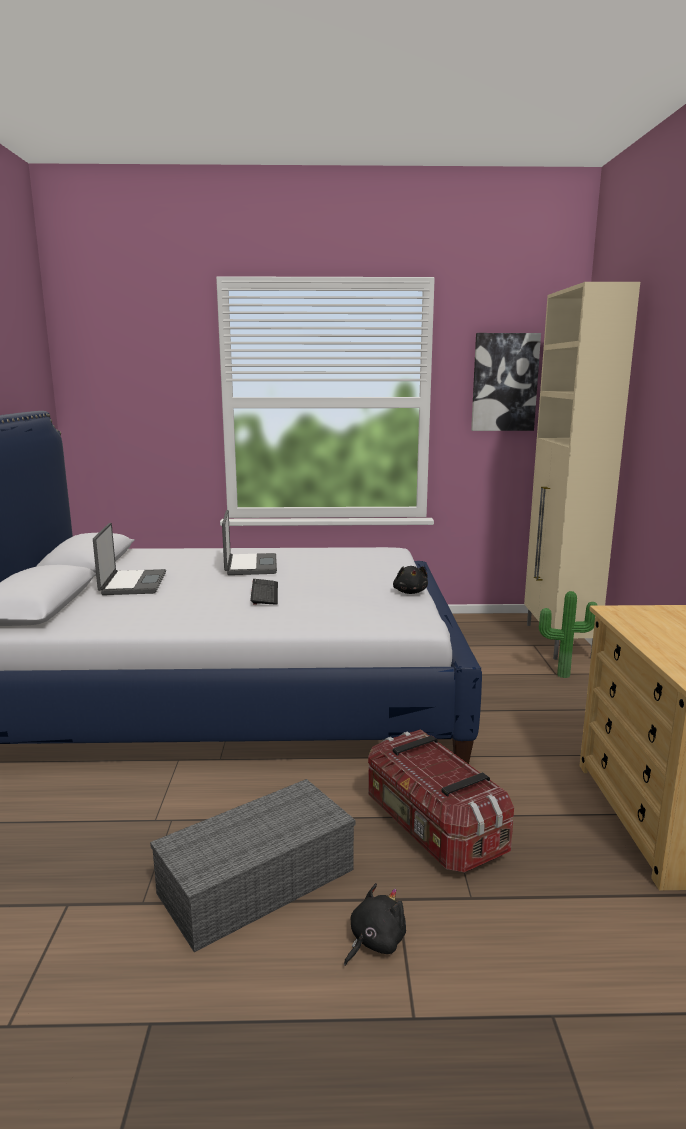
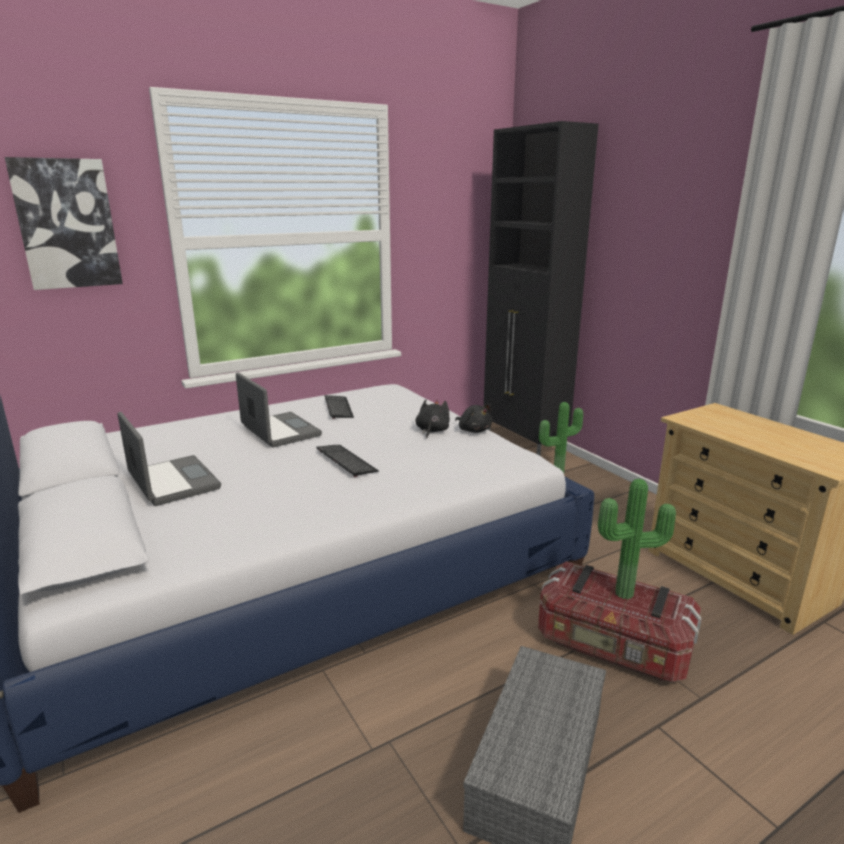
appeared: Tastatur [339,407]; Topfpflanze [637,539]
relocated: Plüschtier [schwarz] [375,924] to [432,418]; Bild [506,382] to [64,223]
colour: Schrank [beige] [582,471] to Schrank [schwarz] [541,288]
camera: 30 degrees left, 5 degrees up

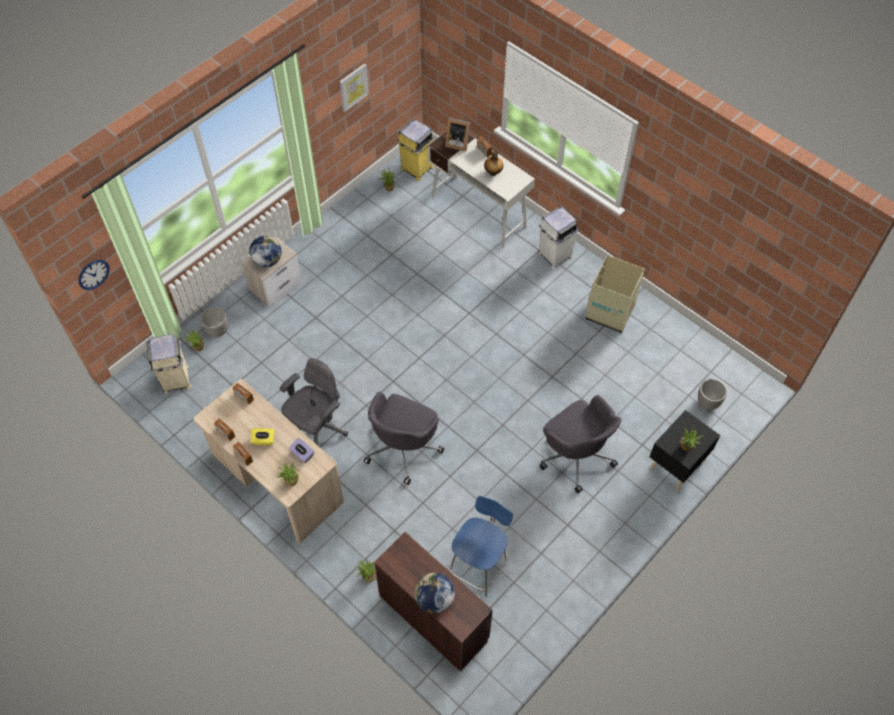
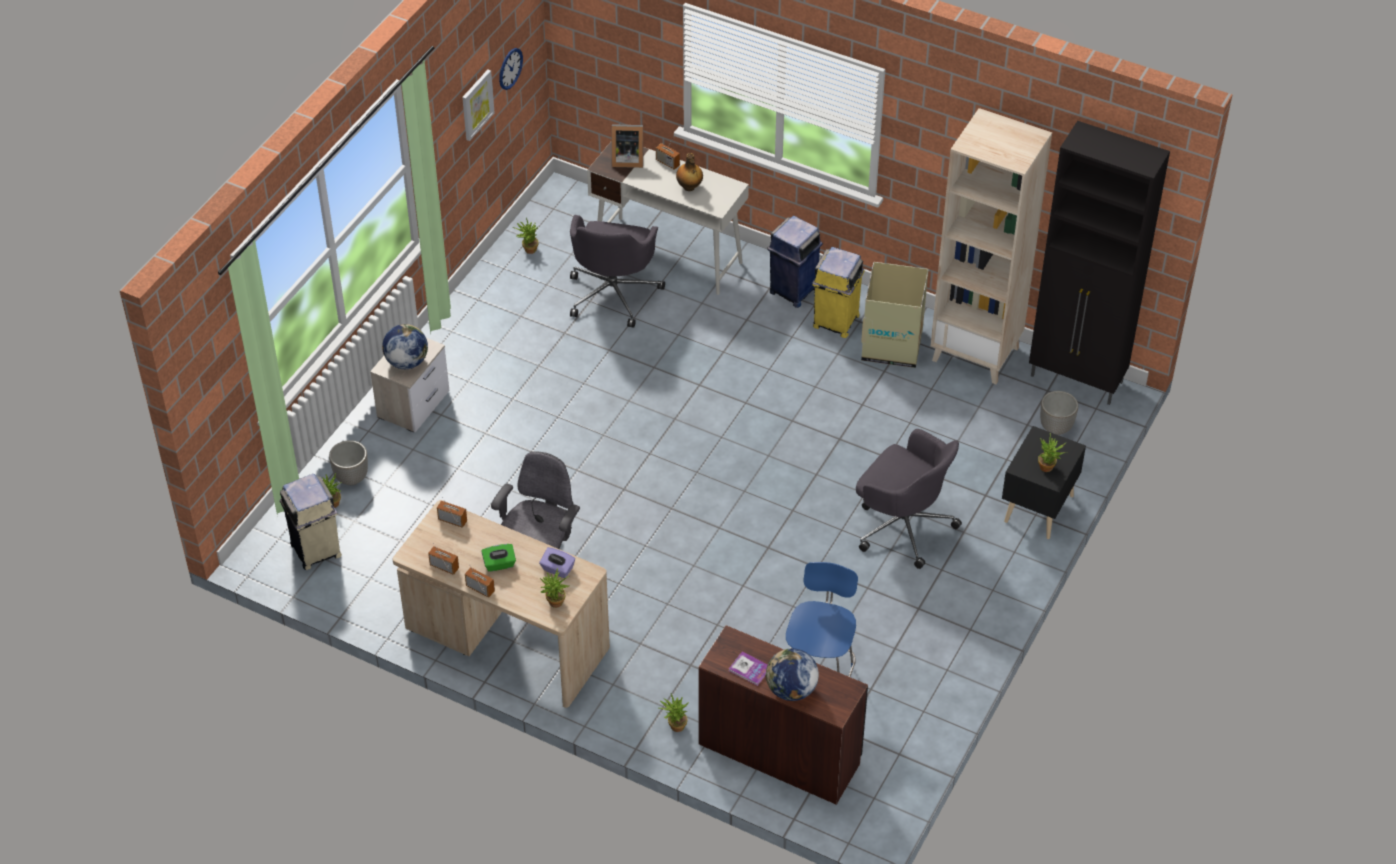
appeared: Buch [748,668]; Bücherregal [beige] [991,246]; Schrank [schwarz] [1099,263]
relocated: Wanduhr [94,275] to [511,69]; Bürostuhl [grau] [404,438] to [617,271]; Mülleimer [gelb] [415,150] to [838,292]
colour: Taschentuchbox [gelb] [263,436] to Taschentuchbox [grün] [498,558]; Mülleimer [weiß] [558,238] to Mülleimer [blau] [795,262]
camera: 15 degrees left, 10 degrees down

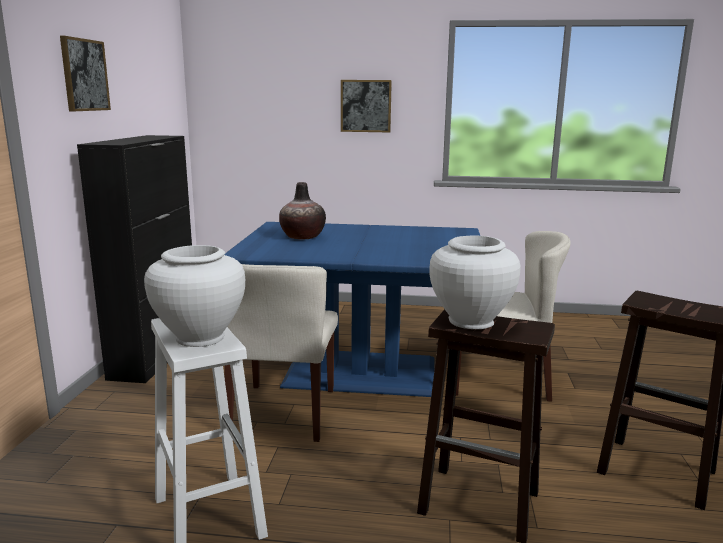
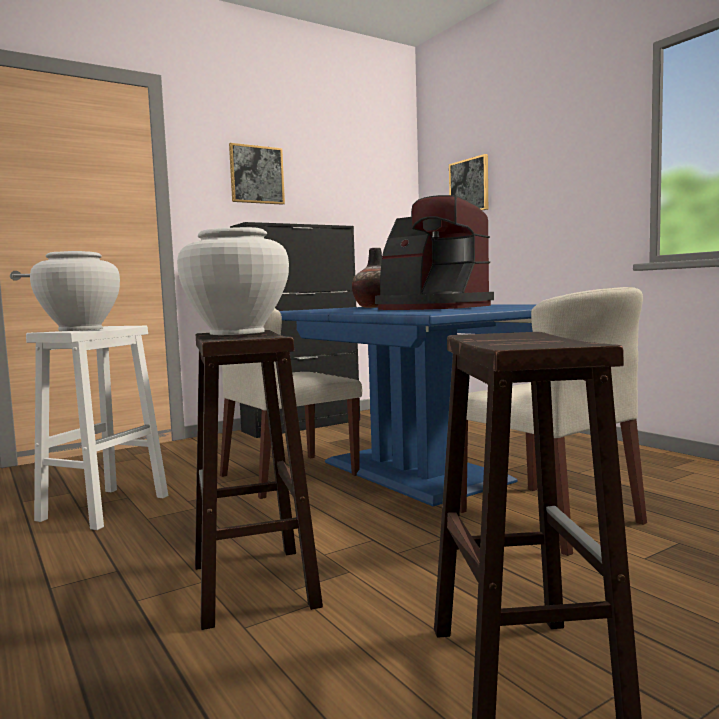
appeared: Kaffeemaschine [434,252]
relocated: Bild [366,106] to [468,182]
camera: 50 degrees right, 10 degrees down

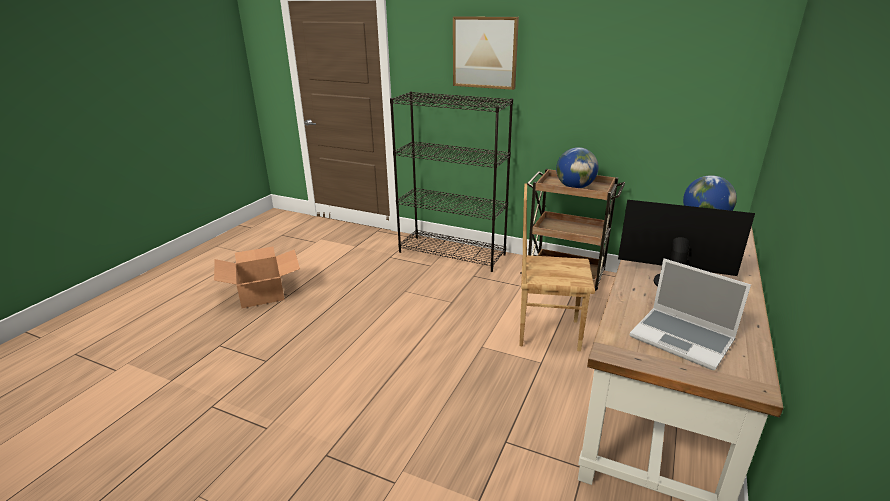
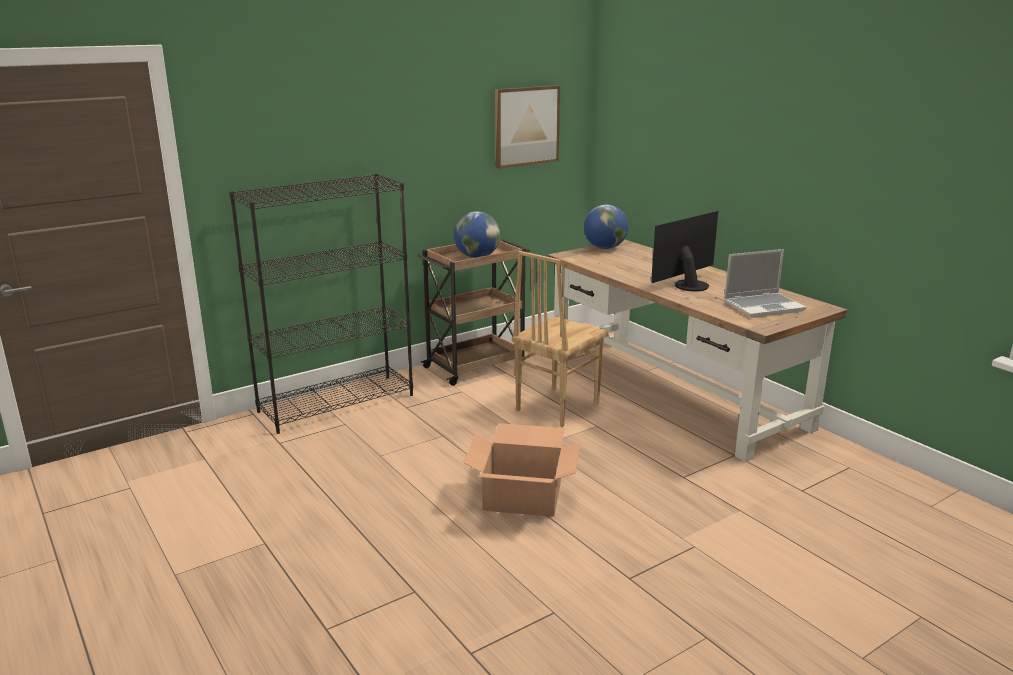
relocated: Karton [257,277] to [522,470]; Bild [486,53] to [527,127]
camera: 60 degrees left, 5 degrees down

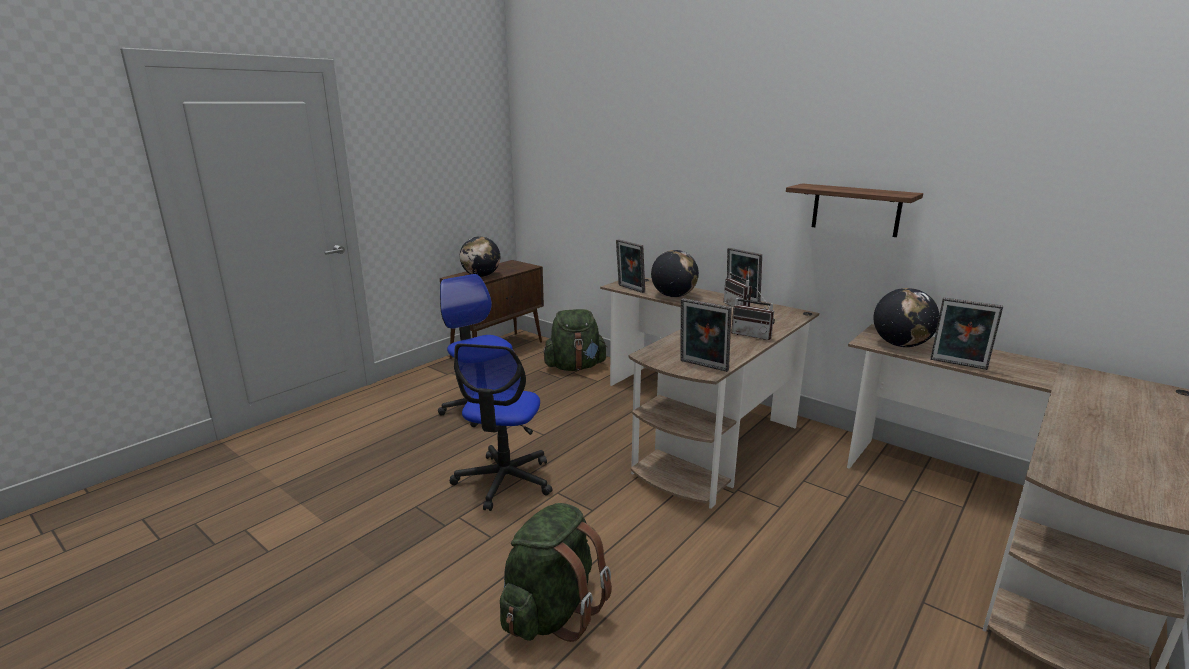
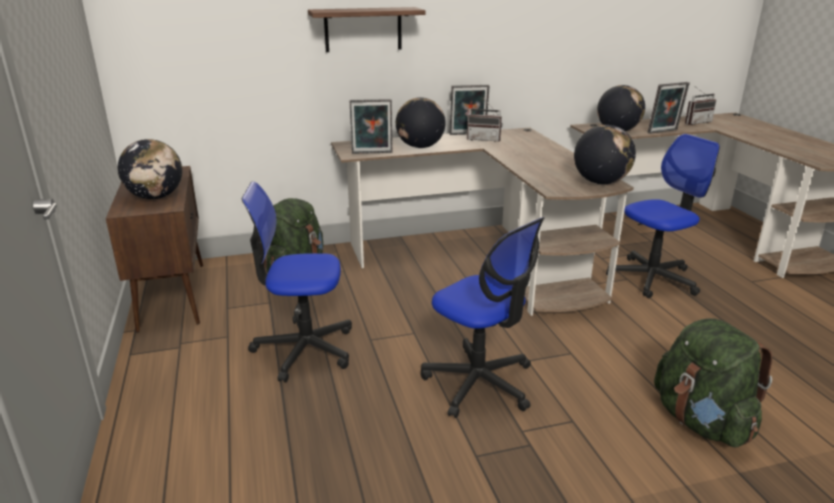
appeared: Bürostuhl [663,216]
relocated: Radio [753,313] to [700,105]; Wandregal [854,210] to [367,29]
exchanged: Bilderrahmen [706,335] to Globus [605,154]
camera: 55 degrees left, 5 degrees up

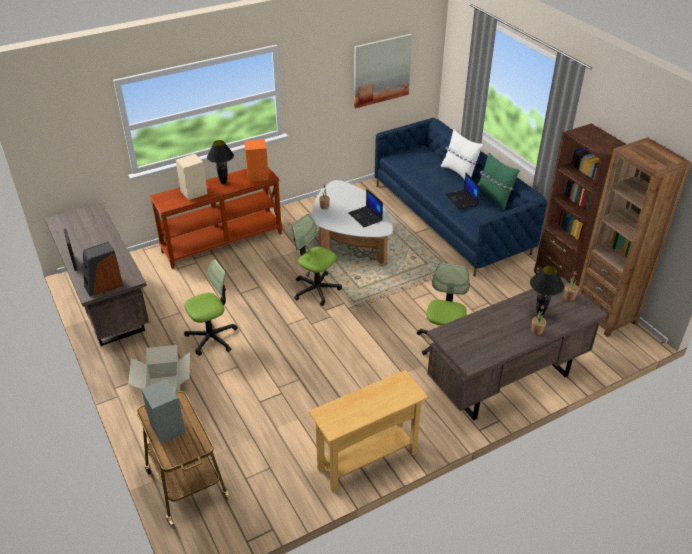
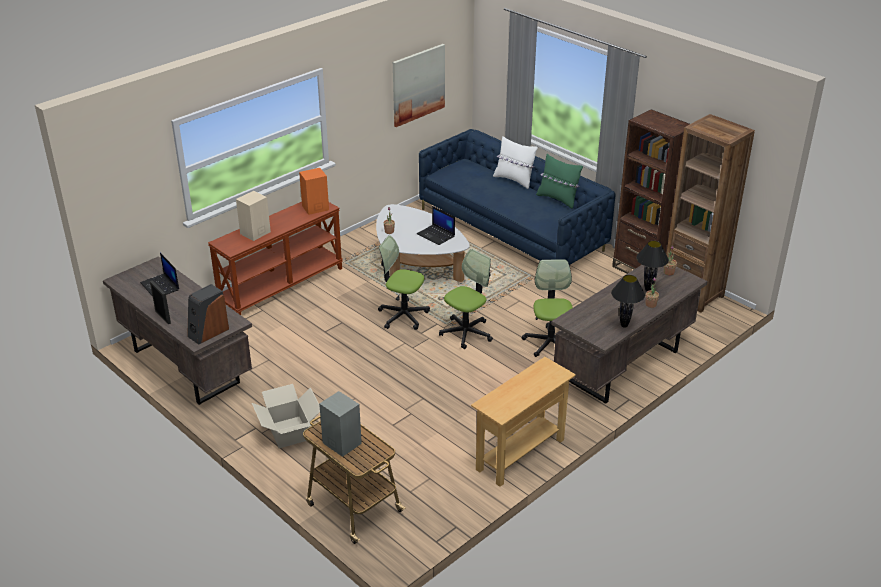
relocated: Bürostuhl [211,307] to [466,299]; Tischlampe [schwarz] [220,162] to [628,301]; Laptop [462,191] to [159,275]
camera: 15 degrees left, 5 degrees down

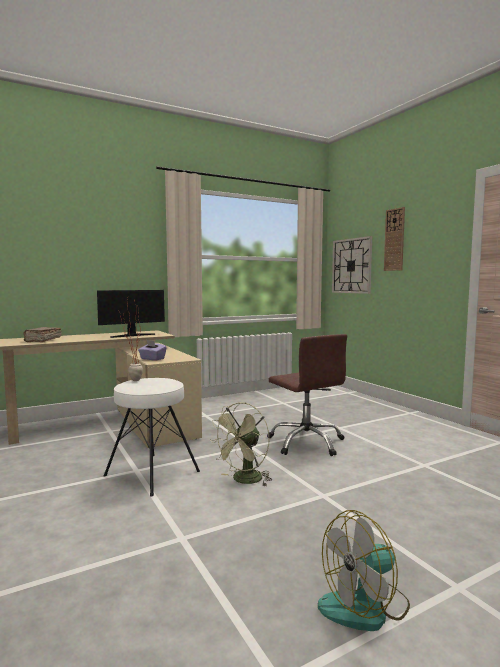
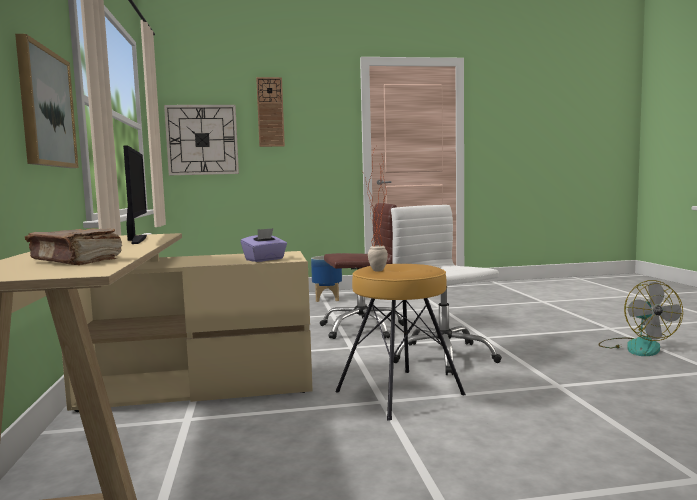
appeared: Bild [47,101]; Pflanzkübel [326,279]
exchanged: Ventilator [grün] [240,444] to Bürostuhl [weiß] [446,290]
colour: Hocker [weiß] [152,437] to Hocker [braun] [401,342]
camera: 70 degrees left, 0 degrees up

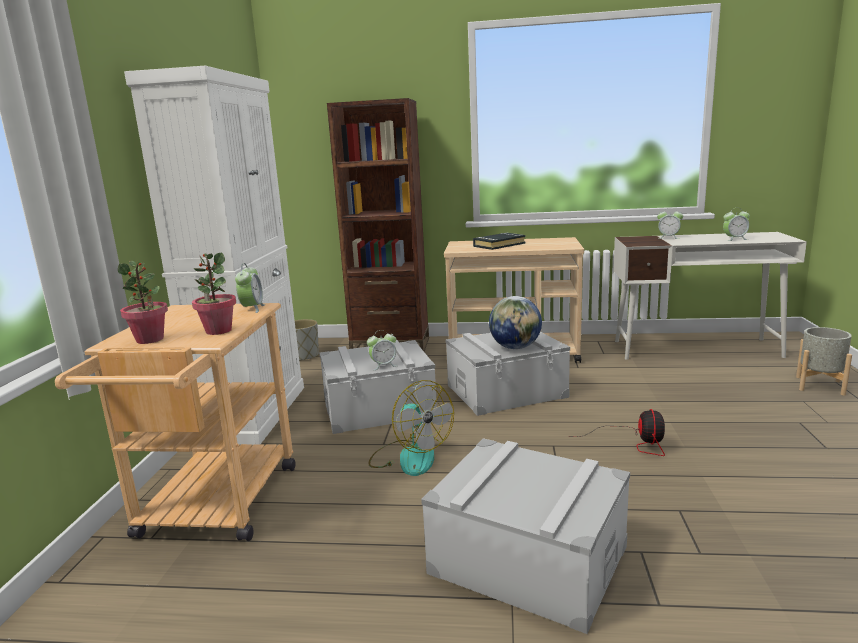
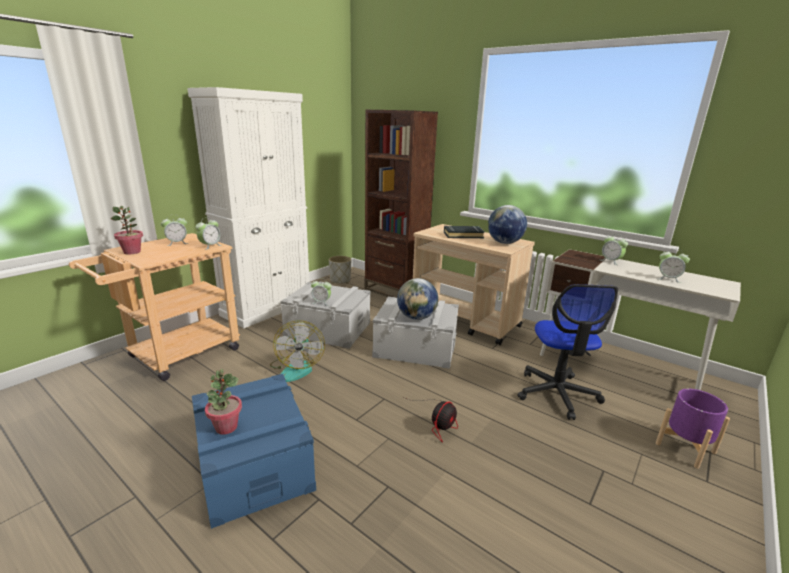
appeared: Wecker [175,230]; Globus [507,224]; Bürostuhl [568,352]
relocated: Topfpflanze [214,294] to [223,402]
colour: Aufbewahrungsbox [grau] [525,536] to Aufbewahrungsbox [blau] [254,451]; Pflanzkübel [grau] [824,361] to Pflanzkübel [lila] [693,429]
camera: 30 degrees right, 5 degrees up

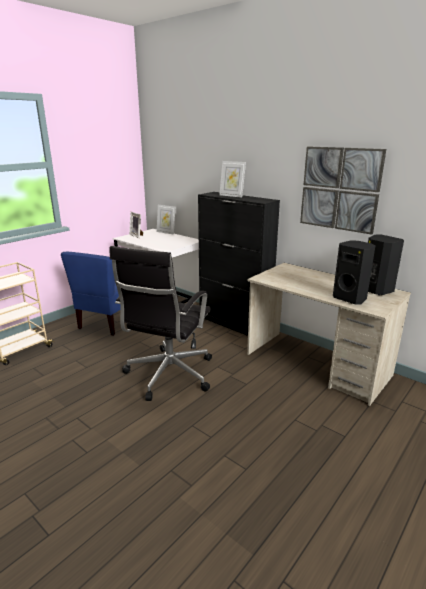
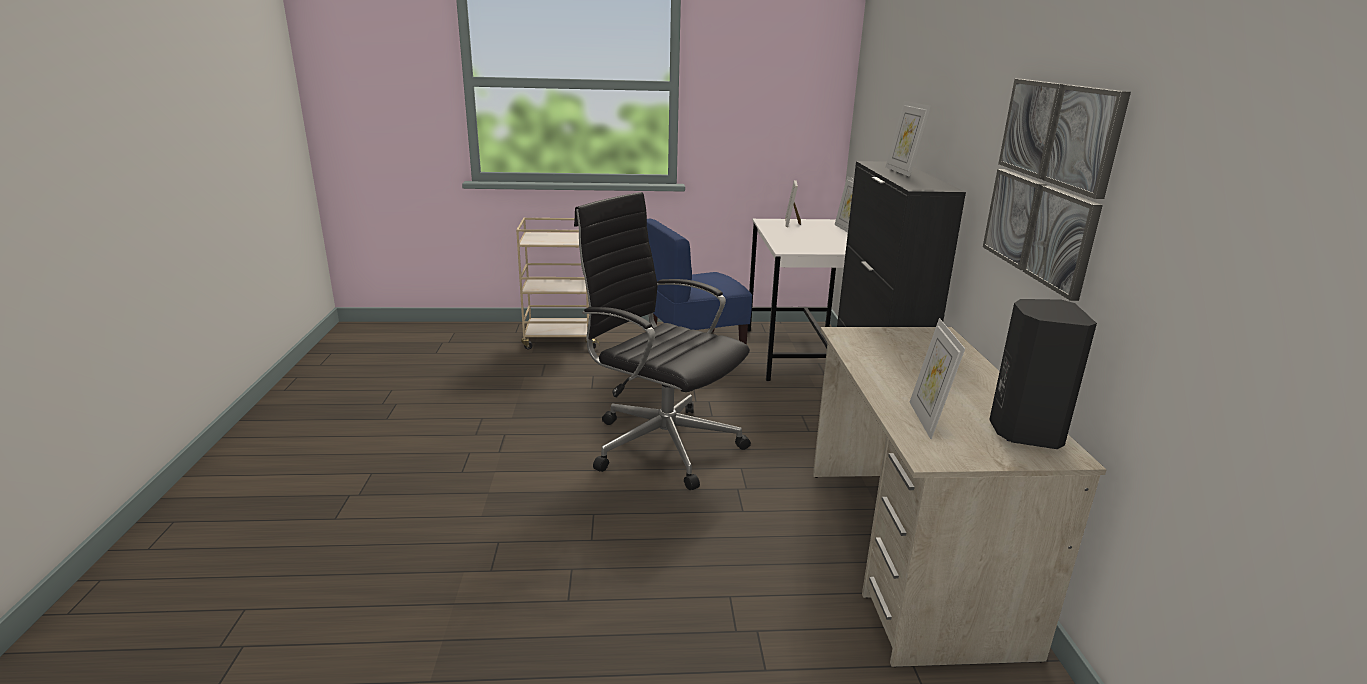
exchanged: Lautsprecher [schwarz] [354,272] to Bilderrahmen [937,378]
spun: Bürostuhl [schwarz] [160,323] = [662,341] 60 degrees clockwise
camera: 45 degrees right, 0 degrees up

